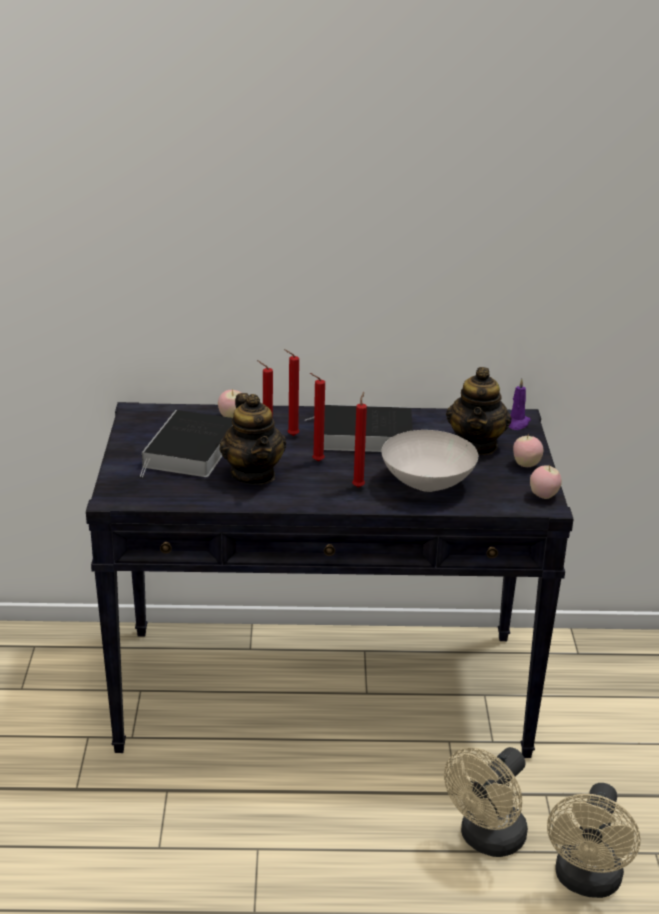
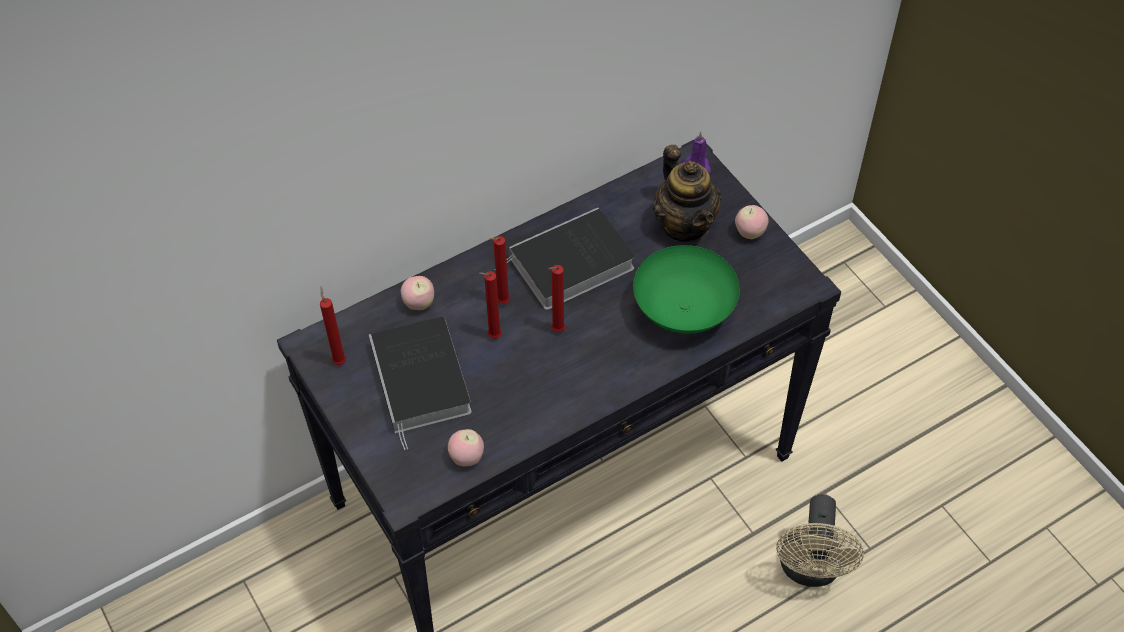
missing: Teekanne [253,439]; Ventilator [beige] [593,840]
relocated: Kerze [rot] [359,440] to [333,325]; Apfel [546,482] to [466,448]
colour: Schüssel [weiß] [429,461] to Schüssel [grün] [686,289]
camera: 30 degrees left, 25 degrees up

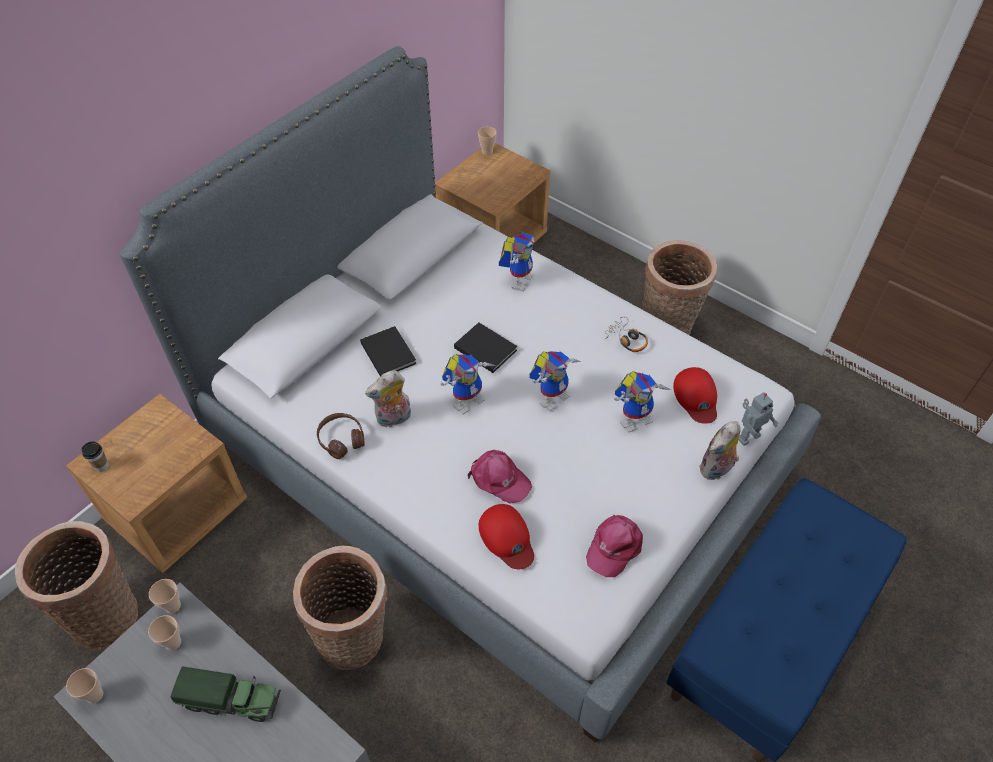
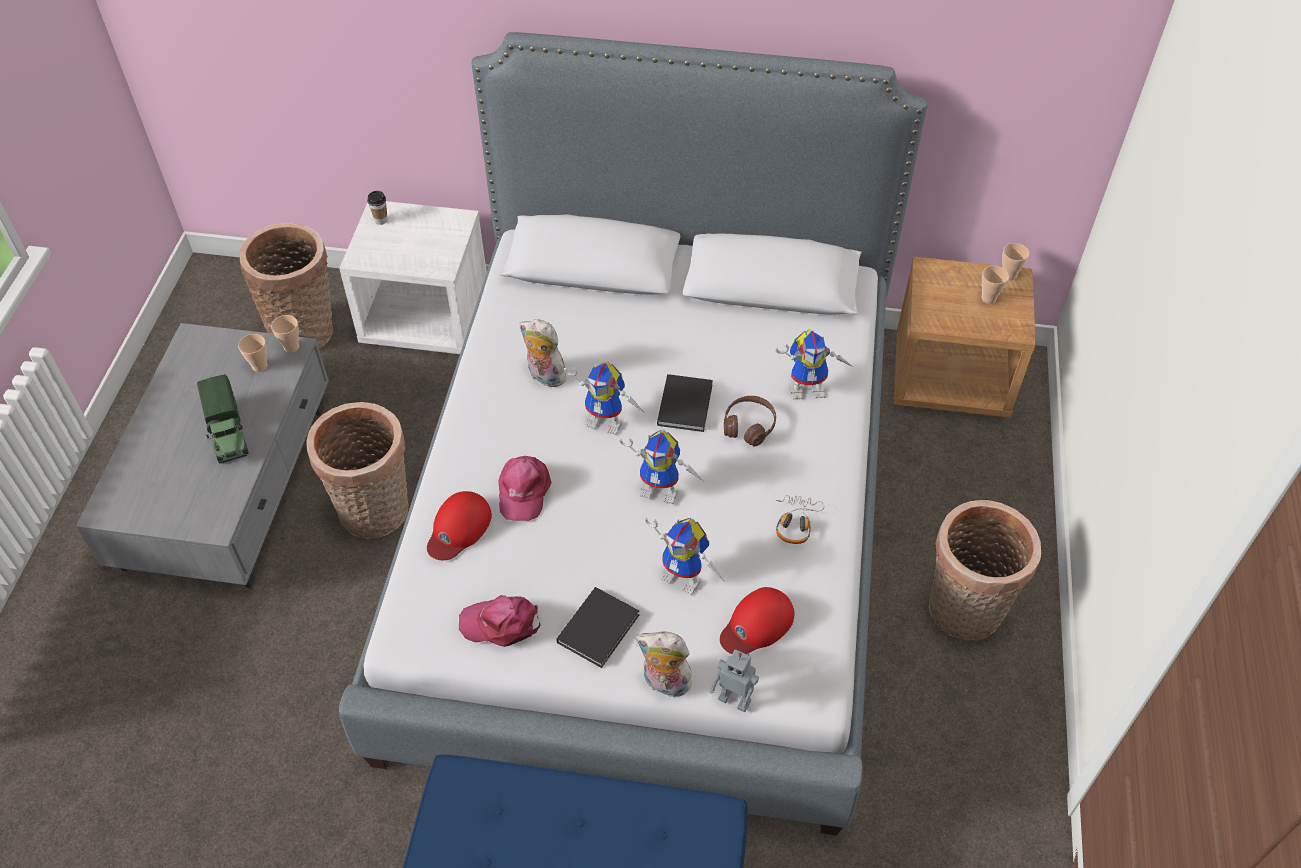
relocated: Tasse [84,686] to [995,285]; Kopfhörer [braun] [341,436] to [750,421]; Buch [schwarz] [388,351] to [597,627]
colour: Nachttisch [braun] [156,483] to Nachttisch [weiß] [413,277]
camera: 60 degrees right, 0 degrees up

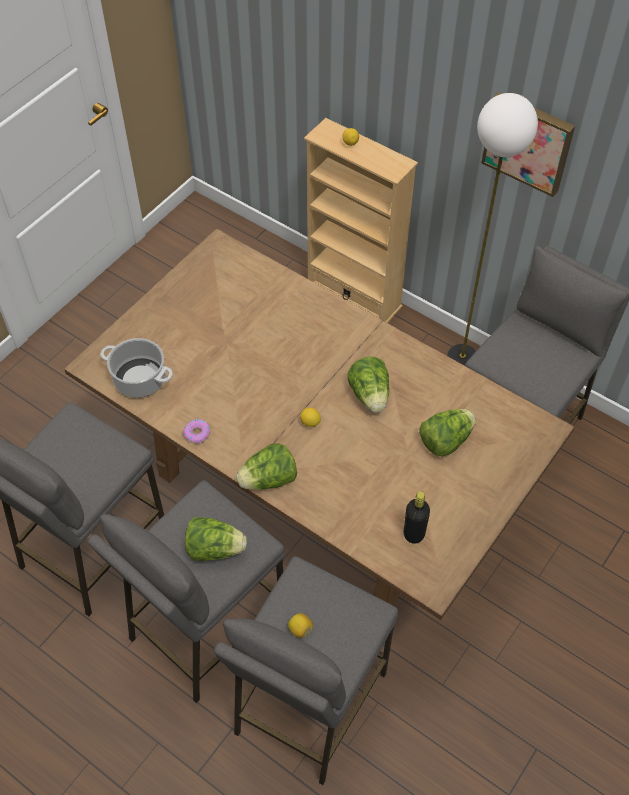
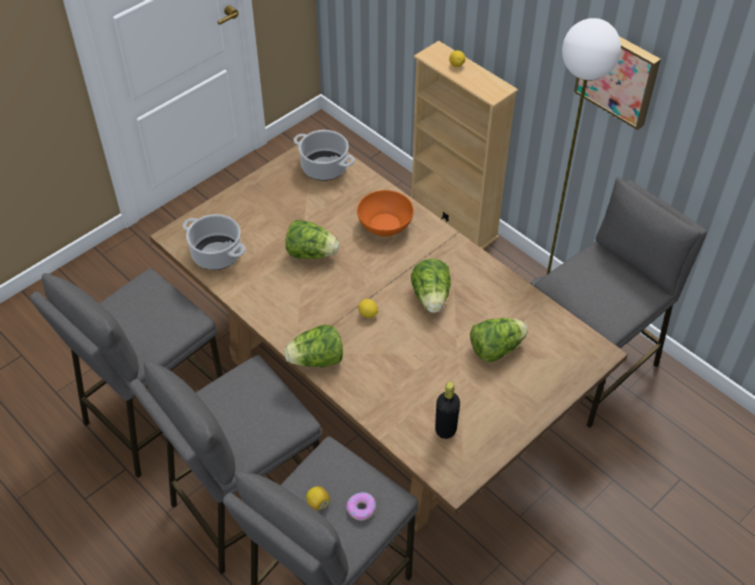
appeared: Kochtopf [324,155]; Schüssel [orange] [385,213]
relocated: Donut [196,431] to [361,506]; Salatkopf [216,539] to [312,239]
camera: 10 degrees right, 5 degrees down

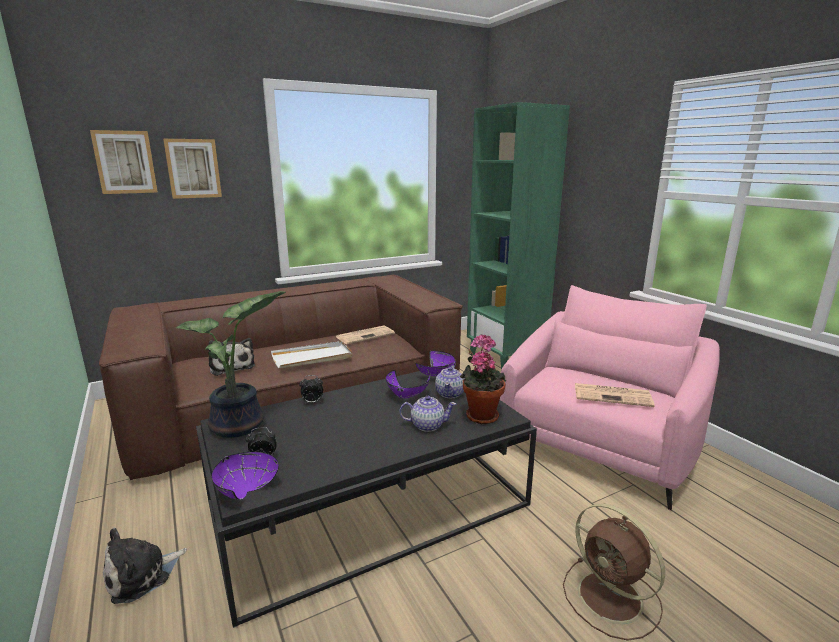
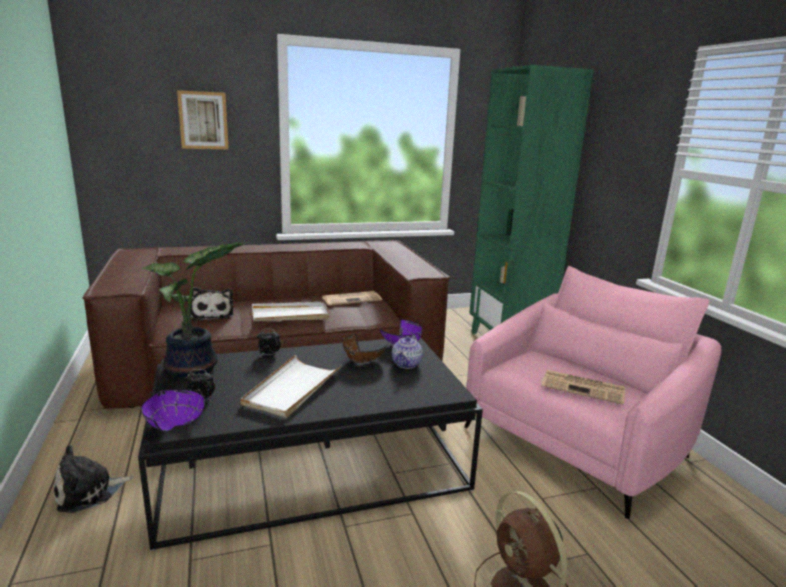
missing: Bild [124,162]; Teekanne [427,414]; Topfpflanze [483,379]
appeared: Tablett [weiß] [291,386]
colour: Schüssel [lila] [408,384] to Schüssel [braun] [365,348]
camera: 10 degrees right, 0 degrees up

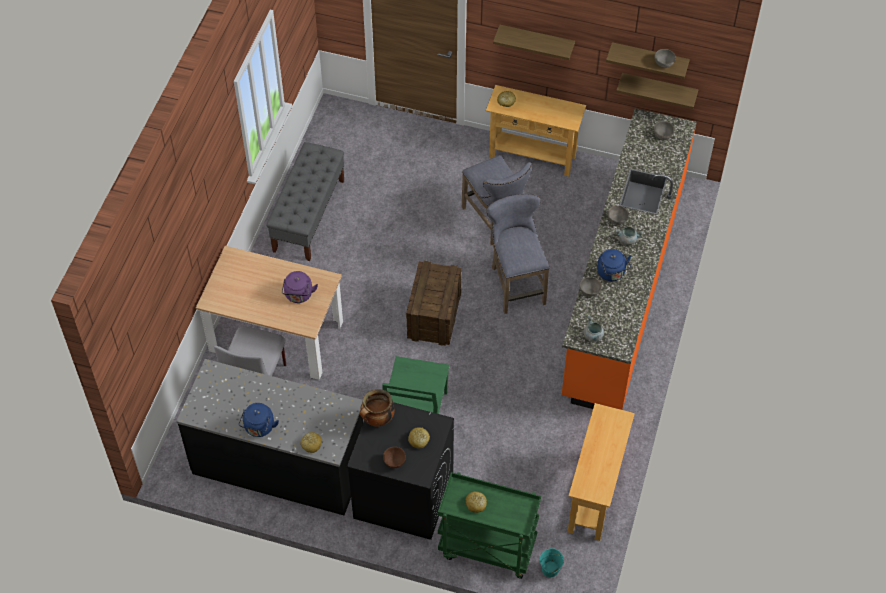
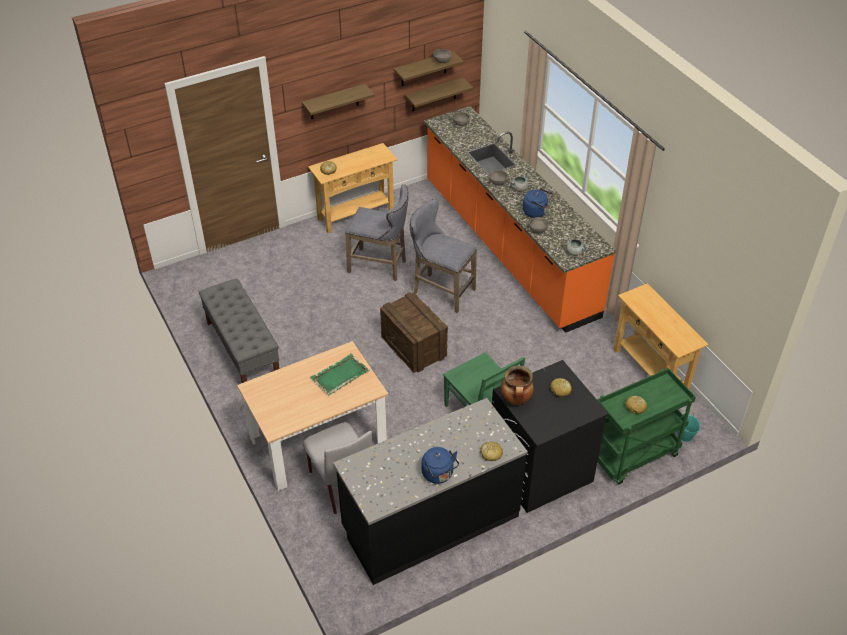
missing: Schüssel [braun] [394,457]
exchanged: Wasserkessel [lila] [300,287] to Tablett [grün] [339,374]
camera: 45 degrees left, 10 degrees down

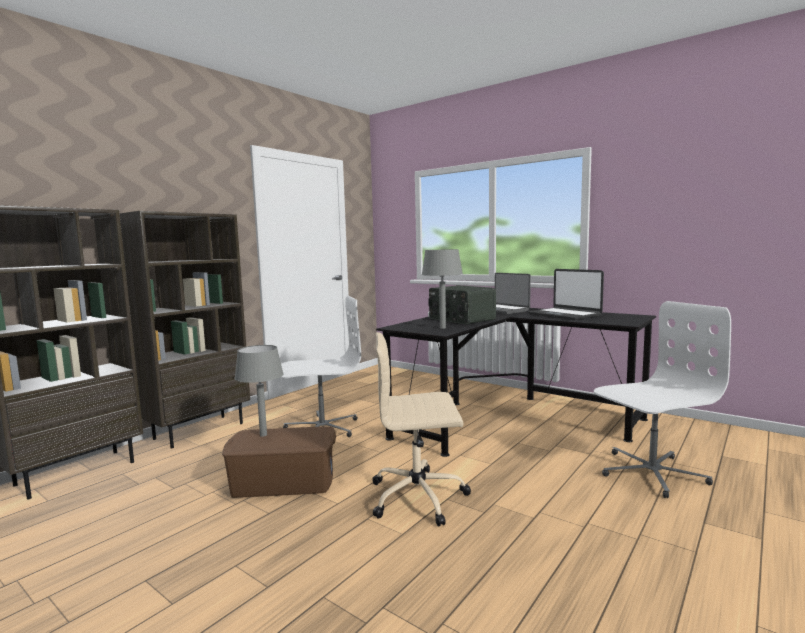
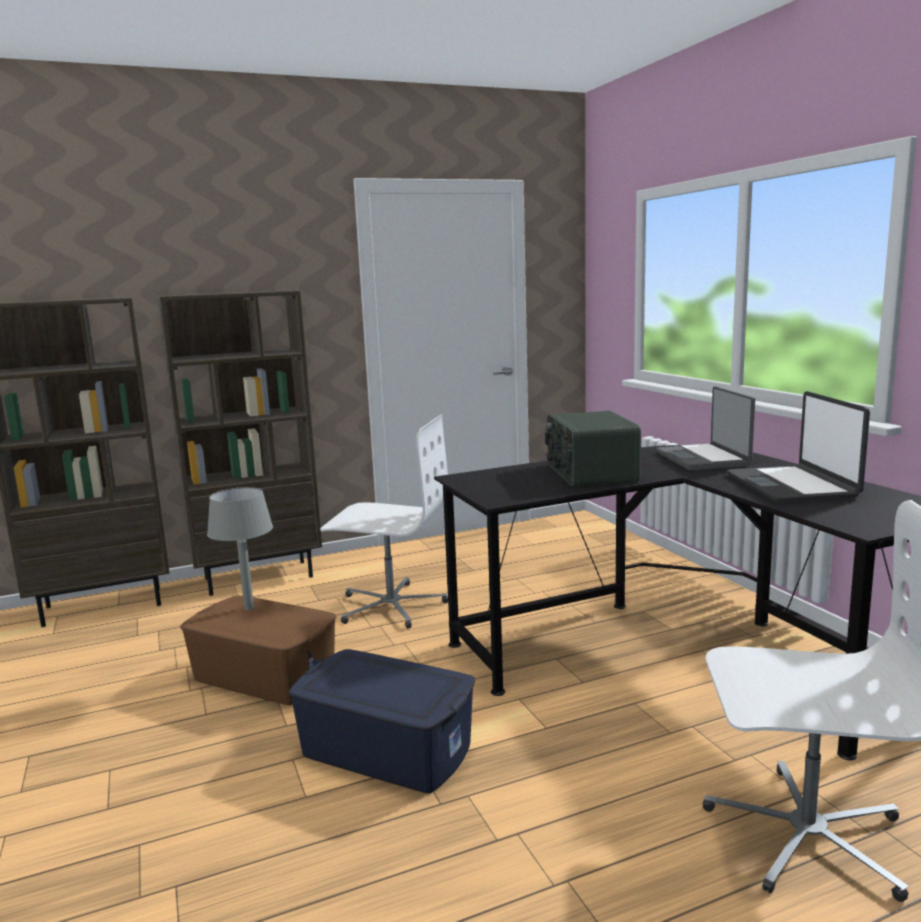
missing: Tischlampe [grau] [442,289]
exchanged: Bürostuhl [beige] [421,429] to Aufbewahrungsbox [blau] [382,721]
camera: 30 degrees right, 5 degrees up

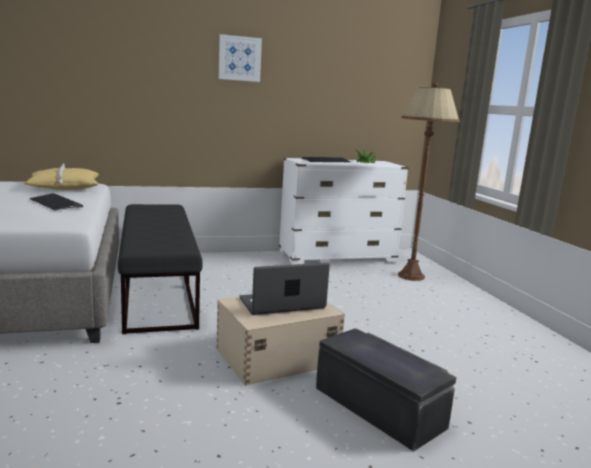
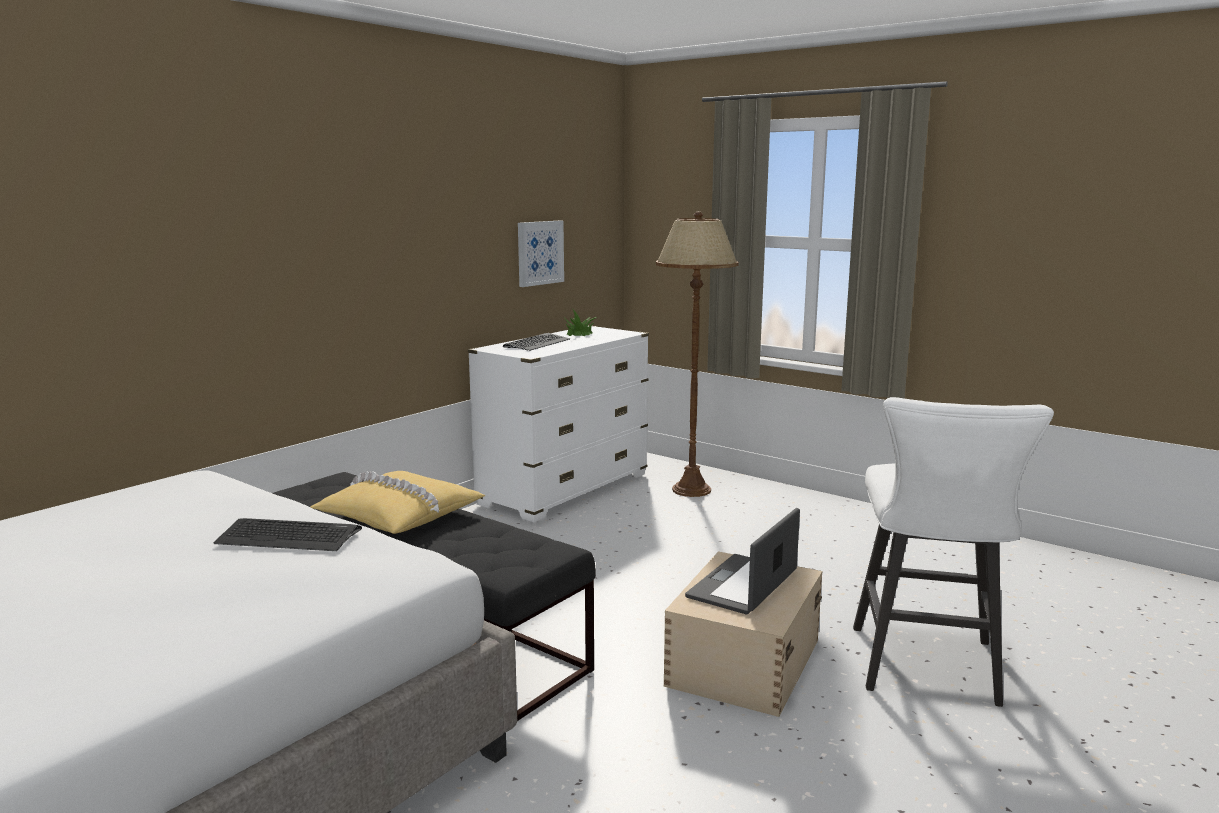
relocated: Kissen [gelb] [61,176] to [397,502]; Bild [240,58] to [541,254]
exchanged: Aufbewahrungsbox [schwarz] [386,389] to Hocker [weiß] [953,552]
camera: 35 degrees left, 0 degrees up

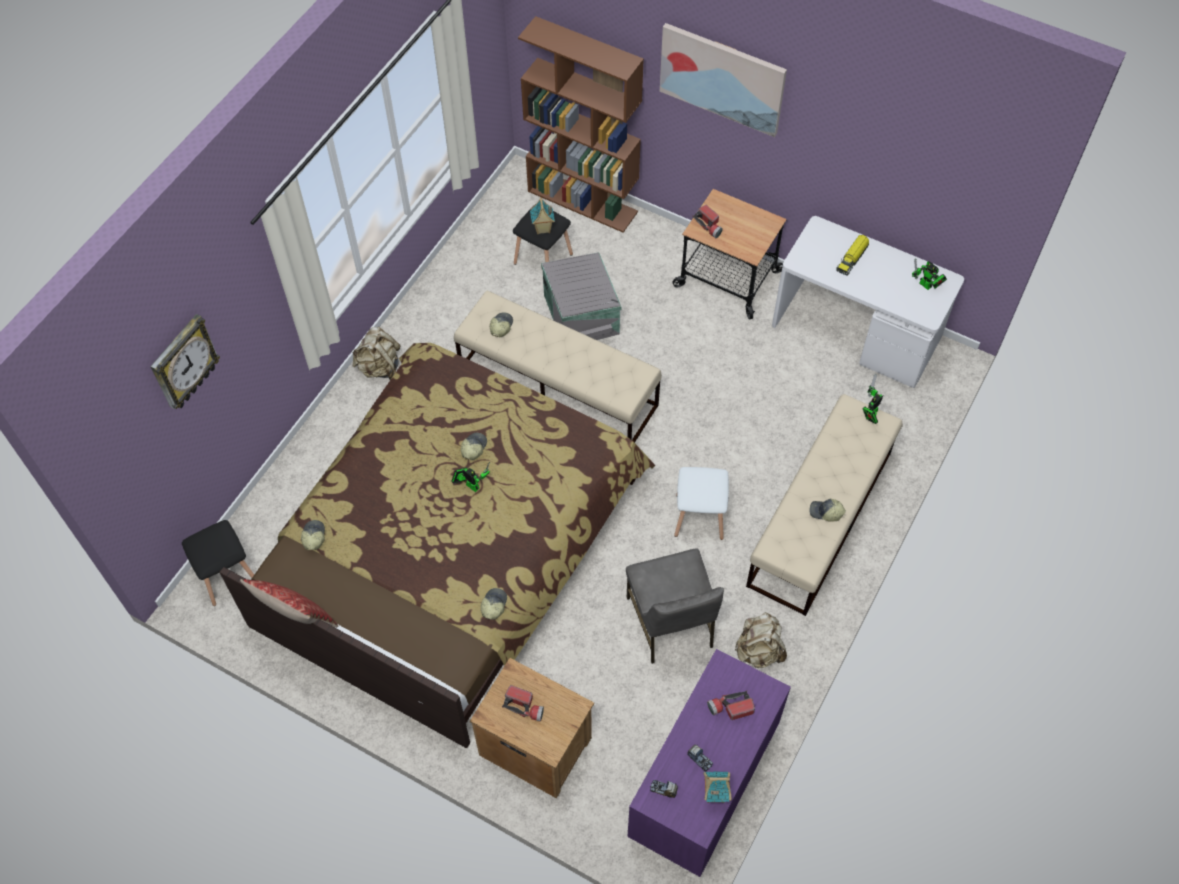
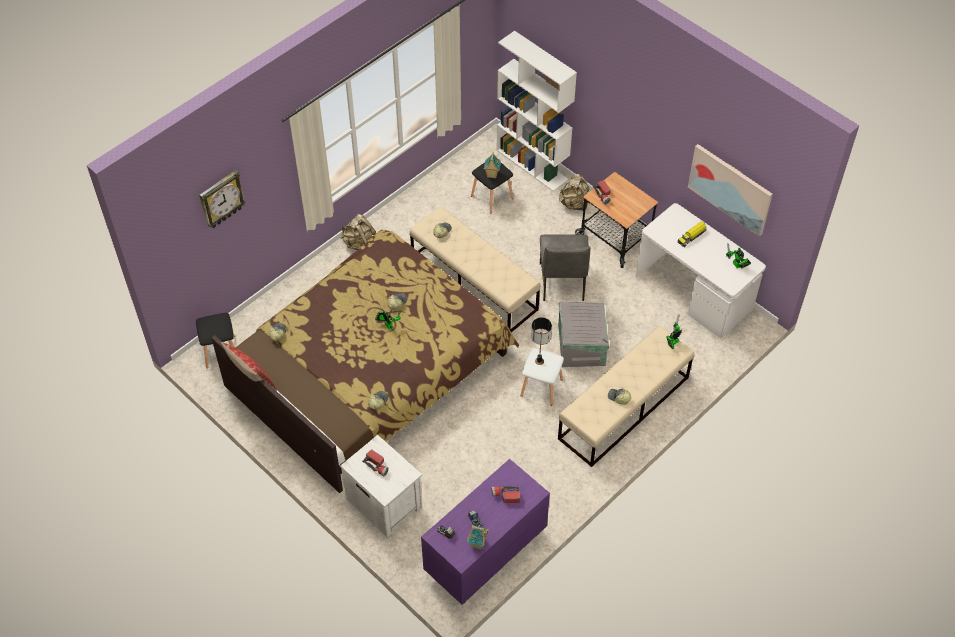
appeared: Tischlampe [541,341]
relocated: Aufbewahrungsbox [grau] [581,296] to [583,334]; Stuhl [grau] [675,606] to [565,267]; Bild [723,80] to [730,190]; Rucksack [beige] [760,640] to [574,192]
colour: Nachttisch [braun] [532,728] to Nachttisch [weiß] [381,486]; Bücherregal [braun] [581,124] to Bücherregal [weiß] [536,111]
camera: 15 degrees right, 5 degrees down

